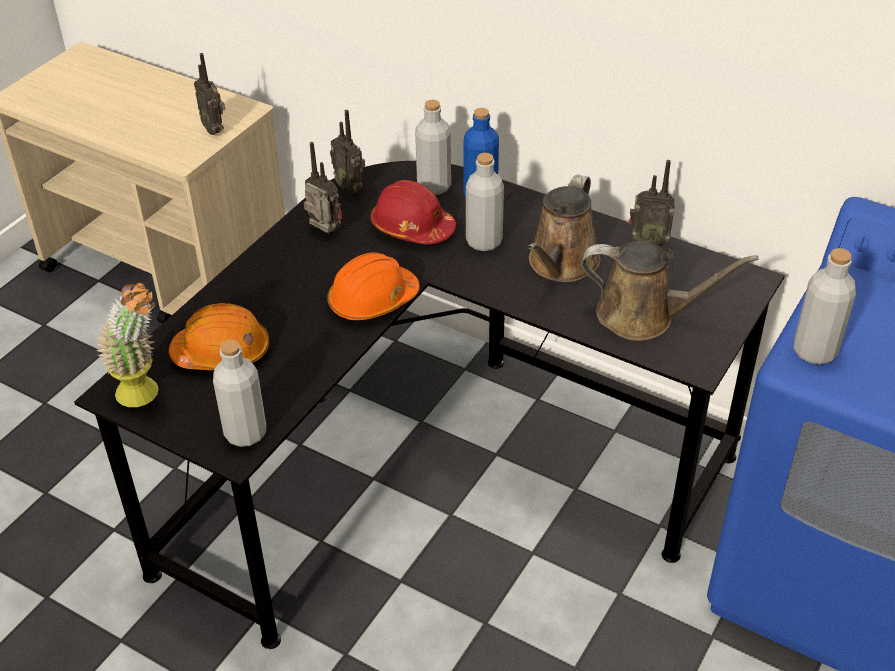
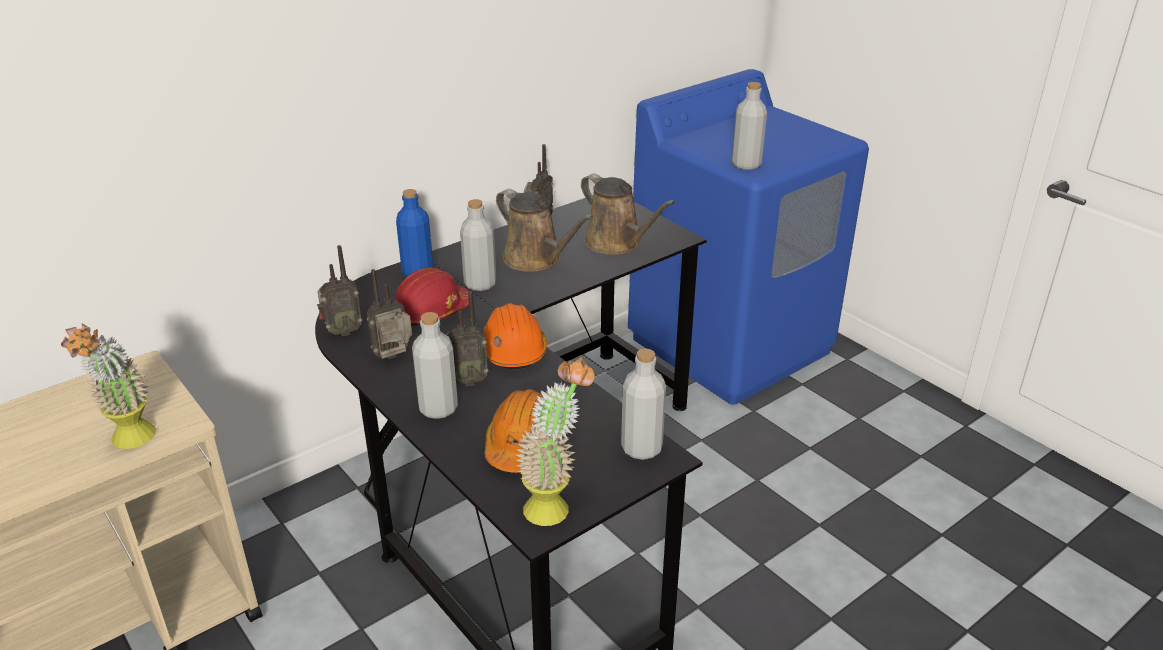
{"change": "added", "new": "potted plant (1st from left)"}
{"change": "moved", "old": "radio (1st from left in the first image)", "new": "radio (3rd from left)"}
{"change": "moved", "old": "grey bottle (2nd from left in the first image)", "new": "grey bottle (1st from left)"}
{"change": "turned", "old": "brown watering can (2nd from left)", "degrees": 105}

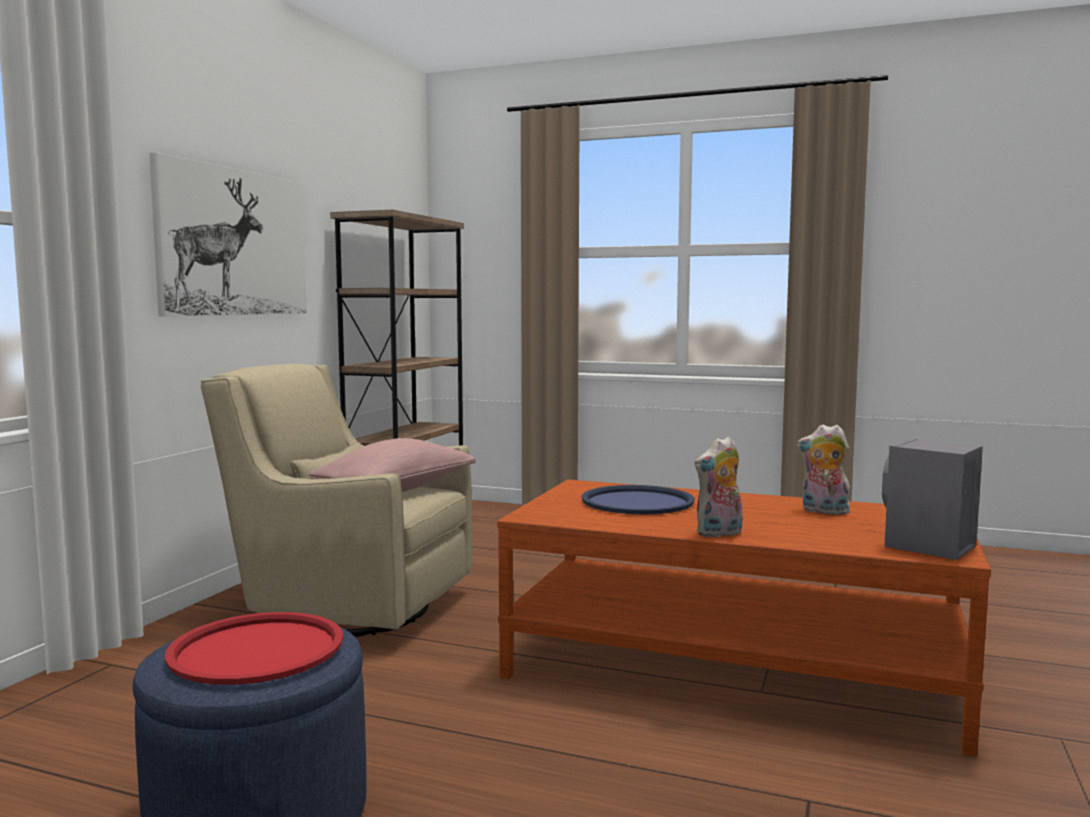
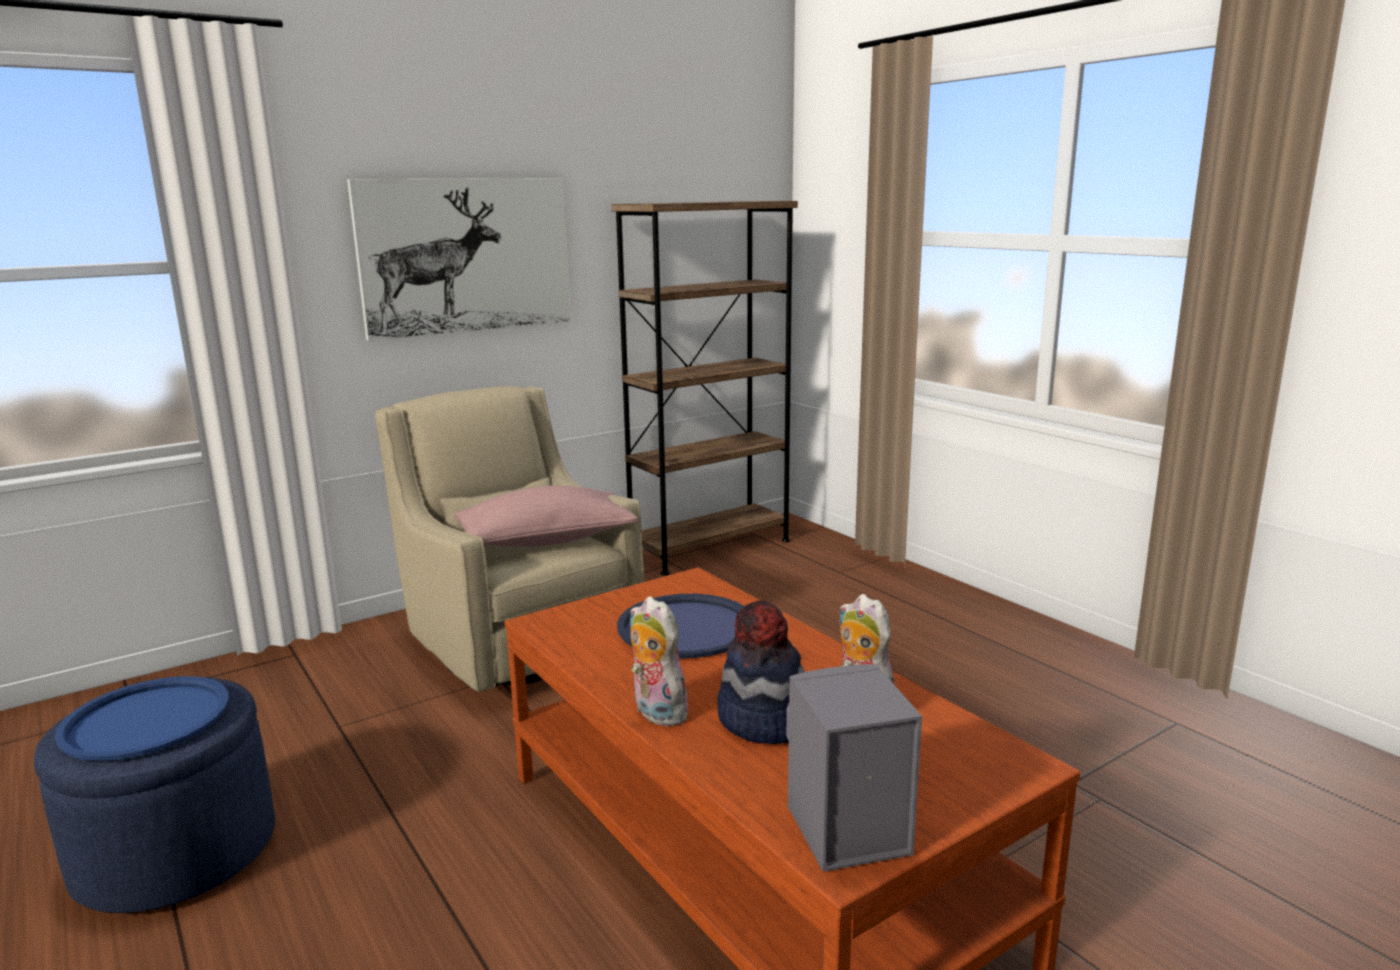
{"change": "added", "new": "hat"}
{"change": "recoloured", "old": "red tray", "new": "blue tray (1st from left)"}
{"change": "turned", "old": "plush toy (1st from left)", "degrees": 45}

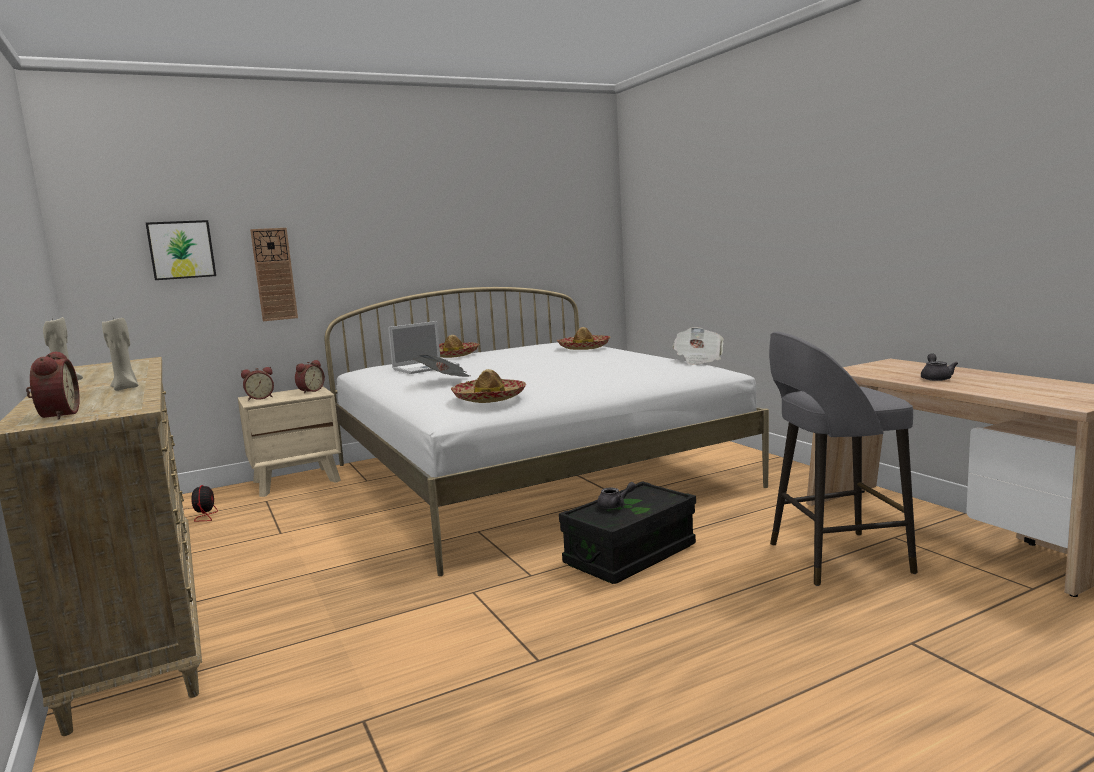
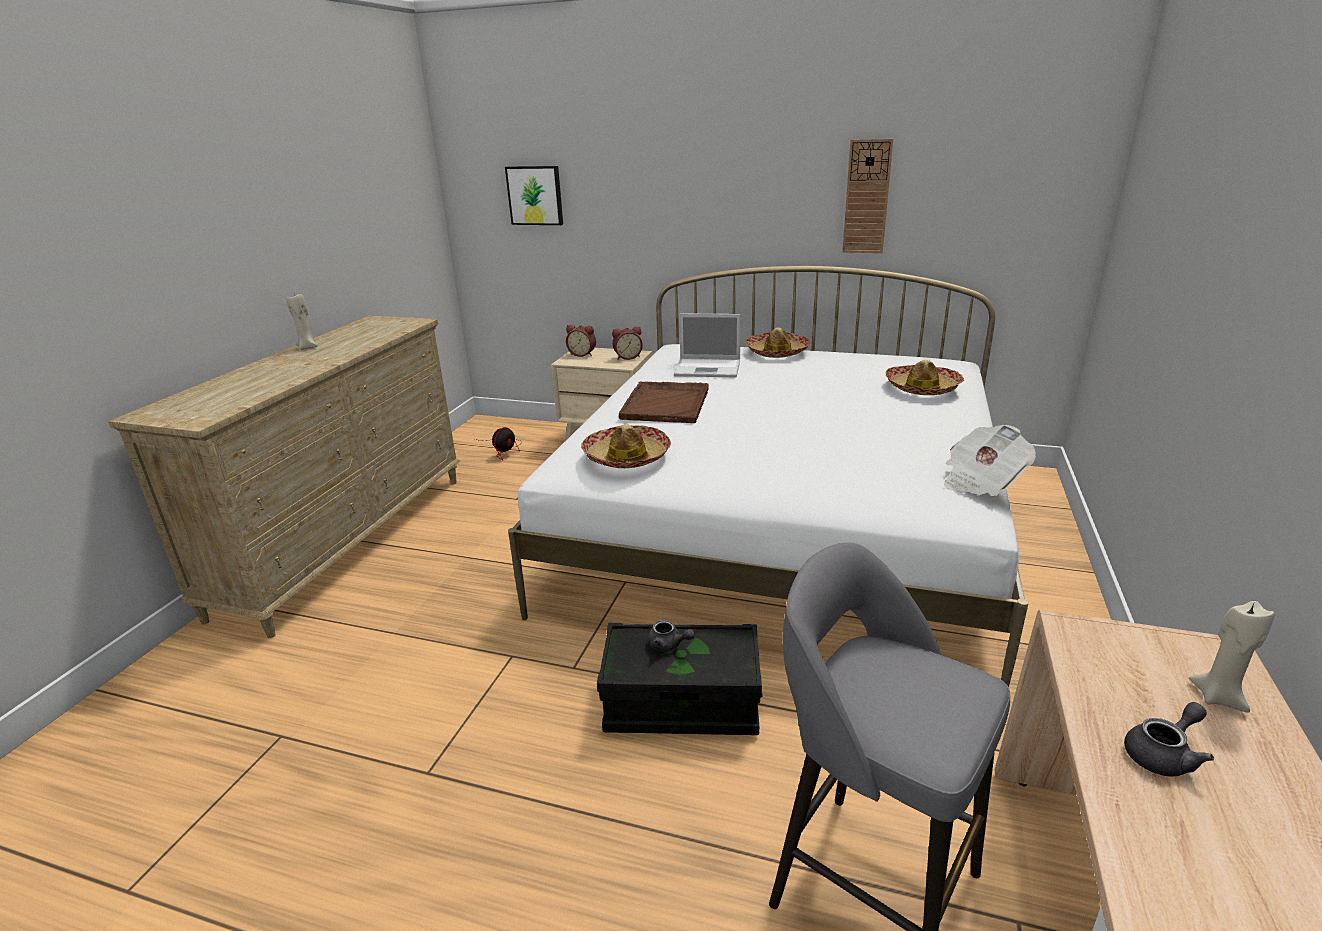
{"change": "removed", "old": "alarm clock (1st from left)"}
{"change": "moved", "old": "beige candle (2nd from left)"}
{"change": "moved", "old": "wall clock"}
{"change": "replaced", "old": "newspaper (1st from left)", "new": "brown tray"}

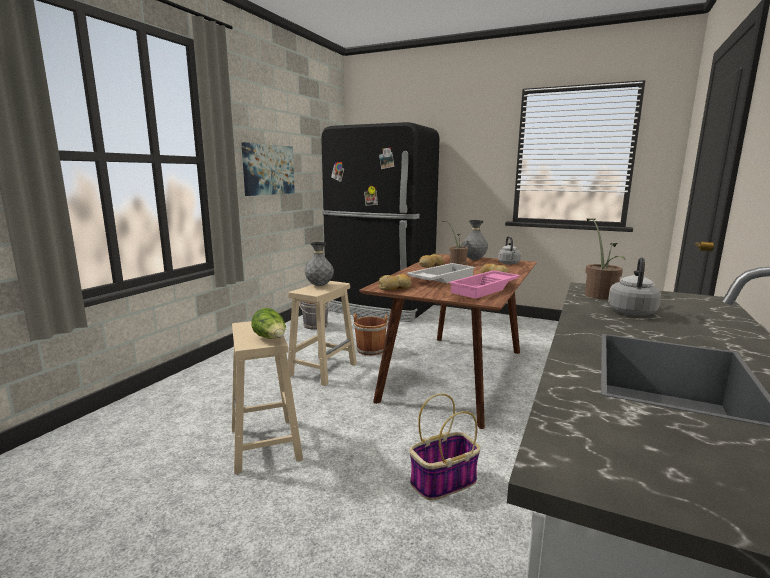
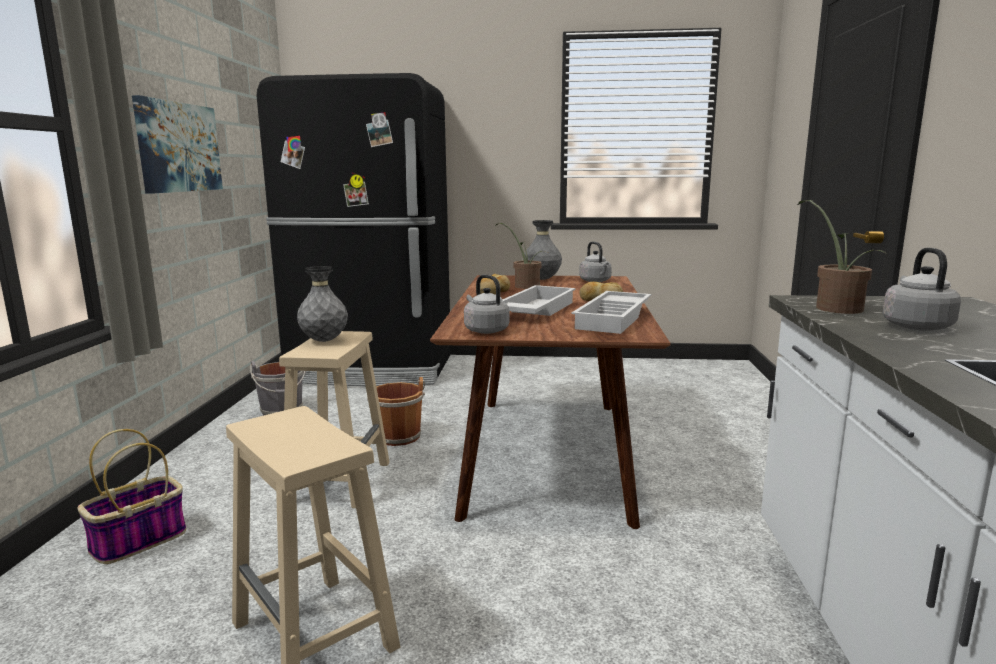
{"change": "removed", "old": "lettuce"}
{"change": "moved", "old": "basket"}
{"change": "replaced", "old": "bread (1st from left)", "new": "grey kettle (1st from left)"}
{"change": "recoloured", "old": "pink tray", "new": "white tray (2nd from left)"}

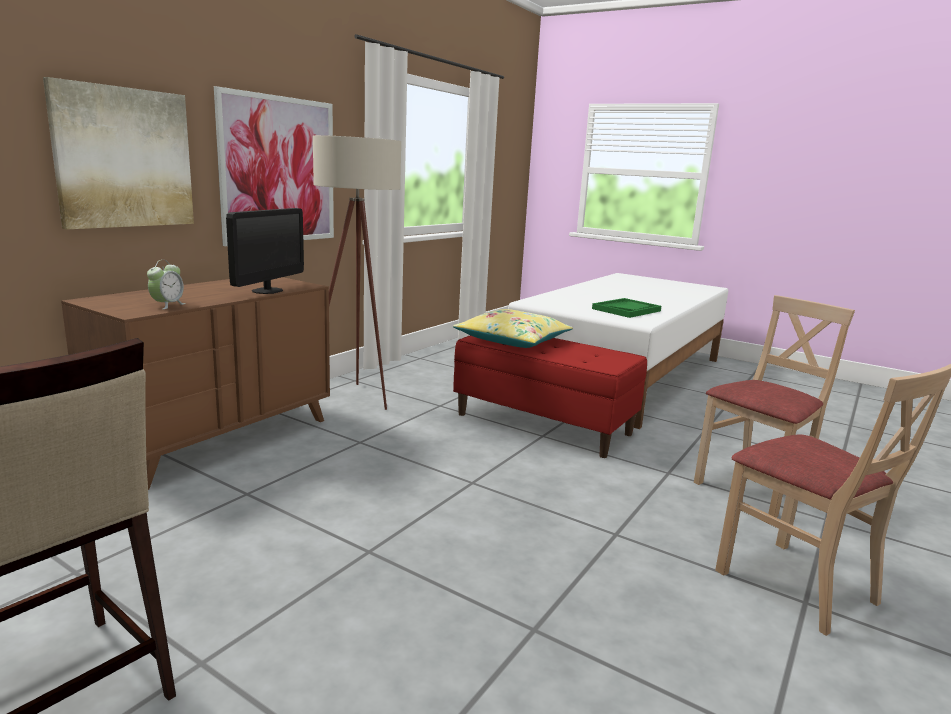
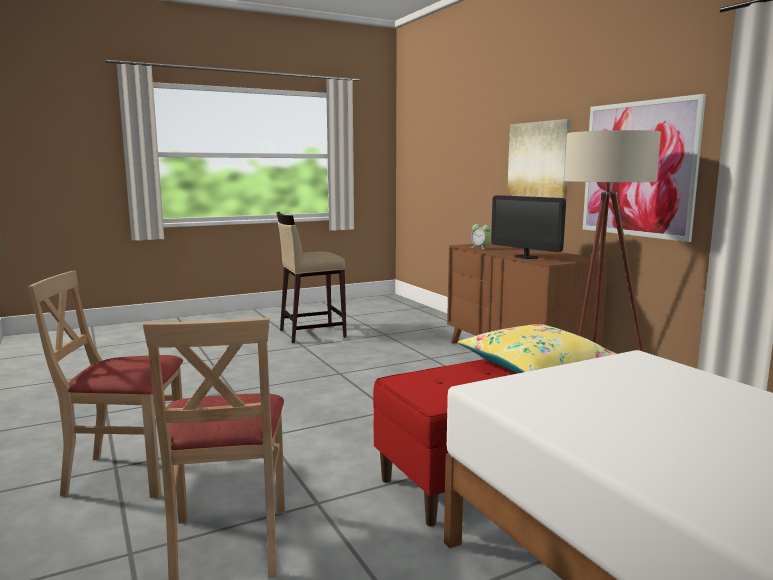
{"change": "removed", "old": "green tray"}

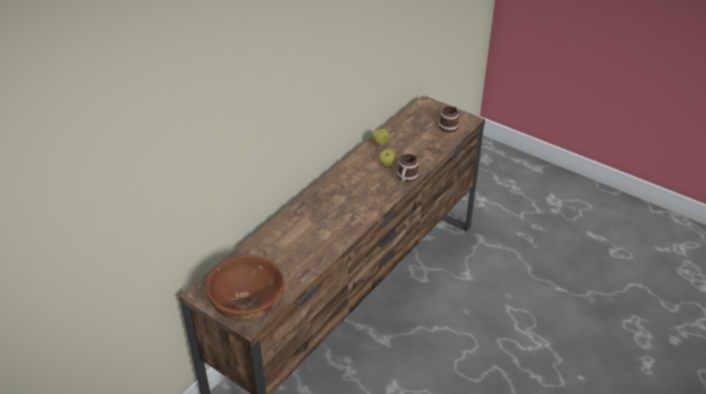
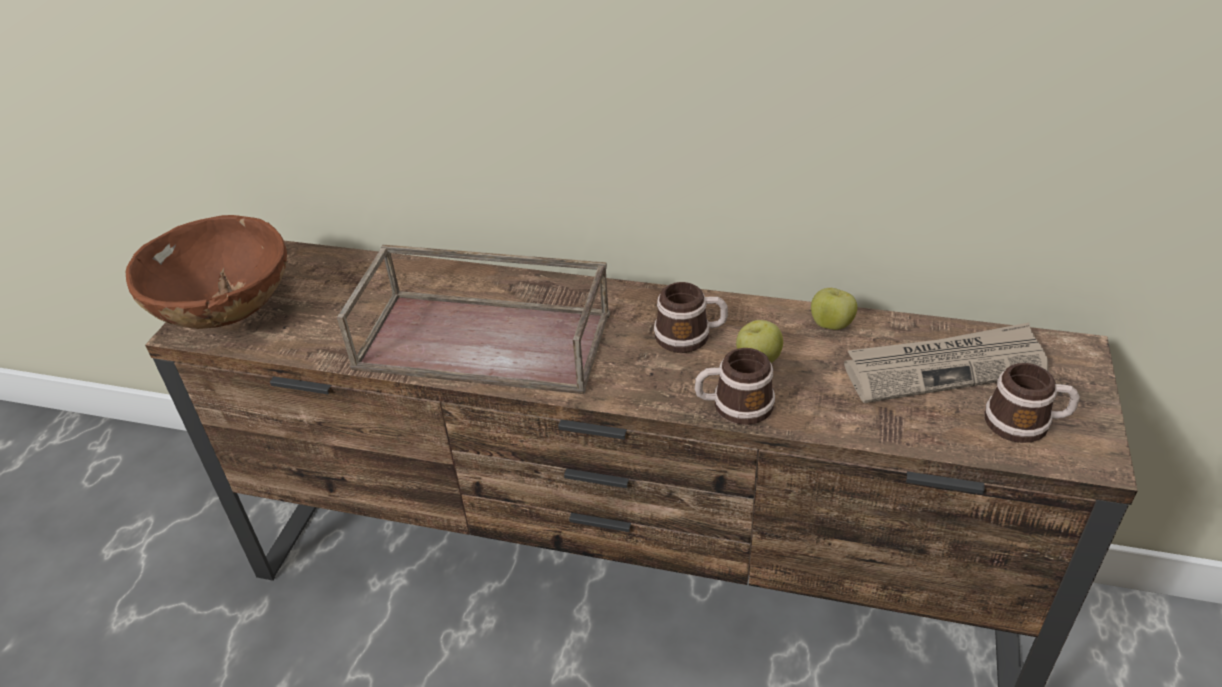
{"change": "added", "new": "brown tray"}
{"change": "added", "new": "mug (1st from left)"}
{"change": "added", "new": "newspaper"}

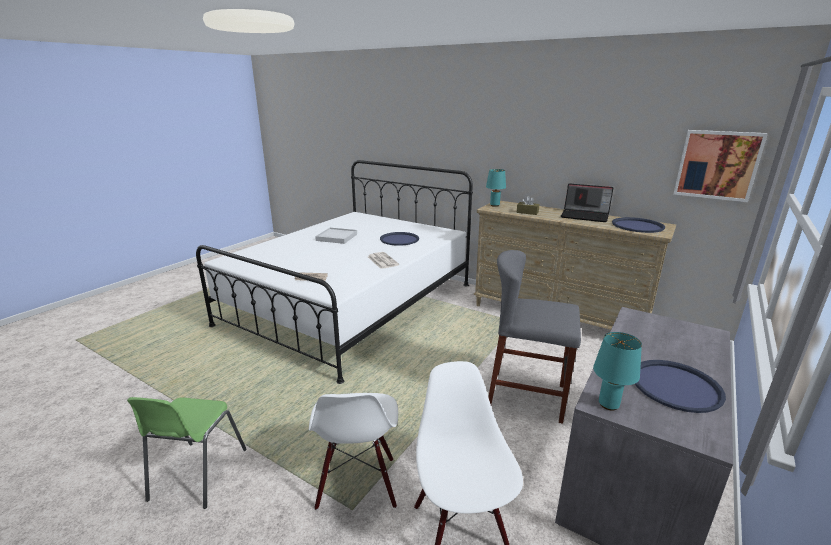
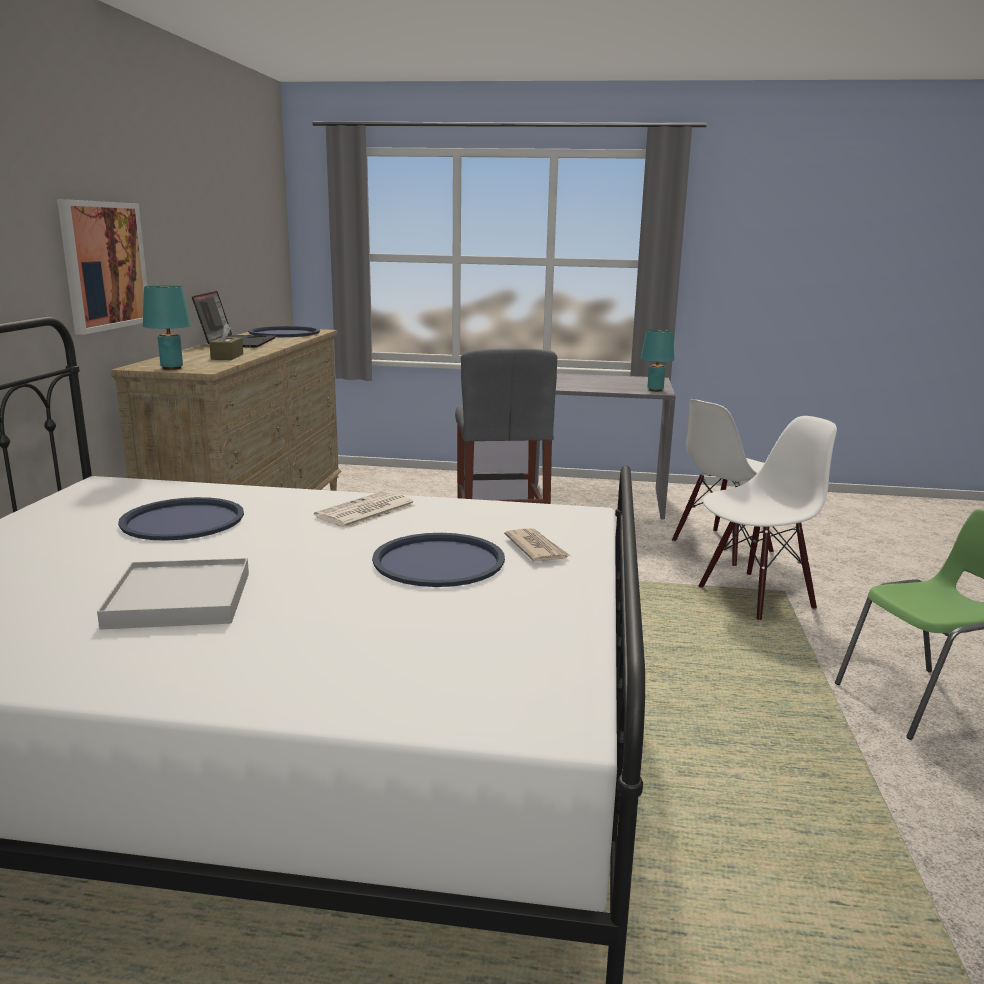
{"change": "moved", "old": "blue tray (3rd from left)"}
{"change": "moved", "old": "picture"}

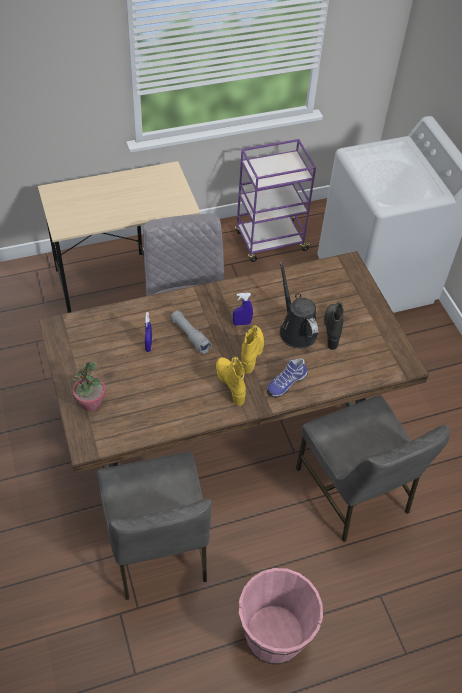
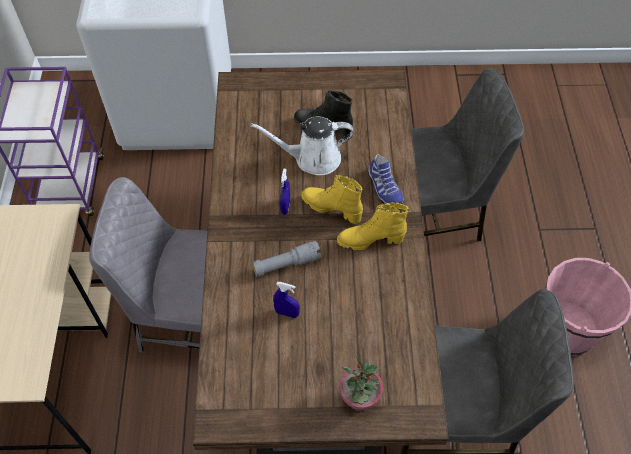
{"change": "recoloured", "old": "black watering can", "new": "white watering can"}

